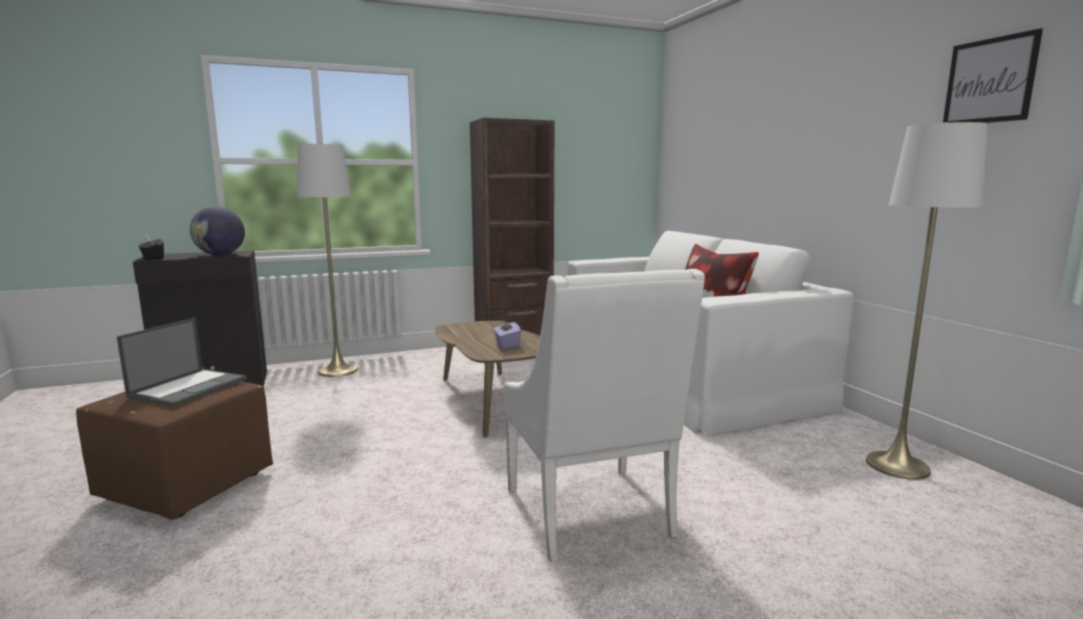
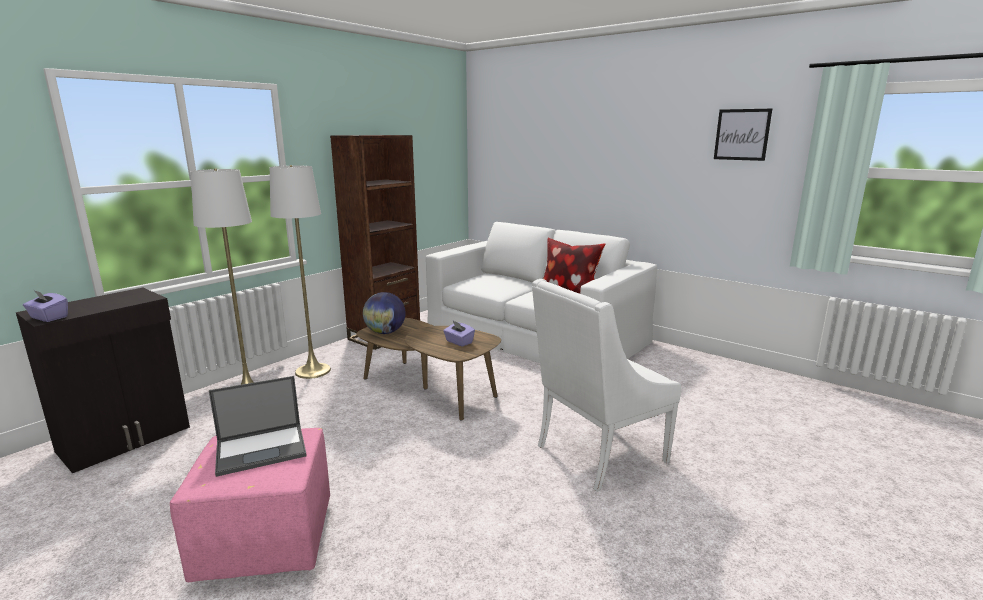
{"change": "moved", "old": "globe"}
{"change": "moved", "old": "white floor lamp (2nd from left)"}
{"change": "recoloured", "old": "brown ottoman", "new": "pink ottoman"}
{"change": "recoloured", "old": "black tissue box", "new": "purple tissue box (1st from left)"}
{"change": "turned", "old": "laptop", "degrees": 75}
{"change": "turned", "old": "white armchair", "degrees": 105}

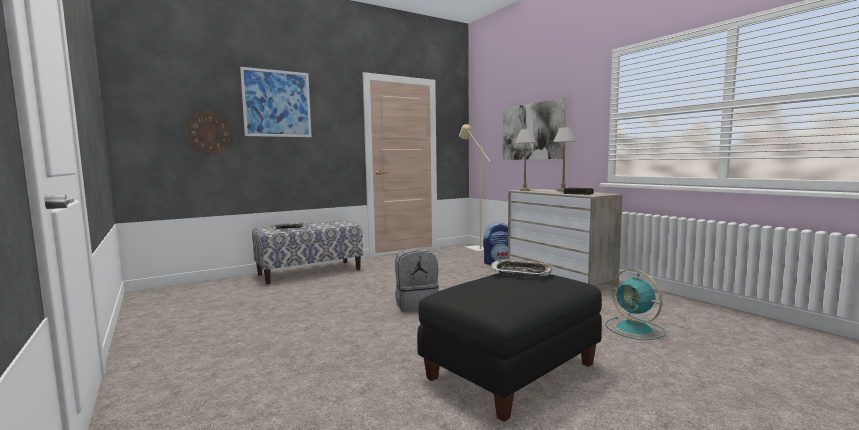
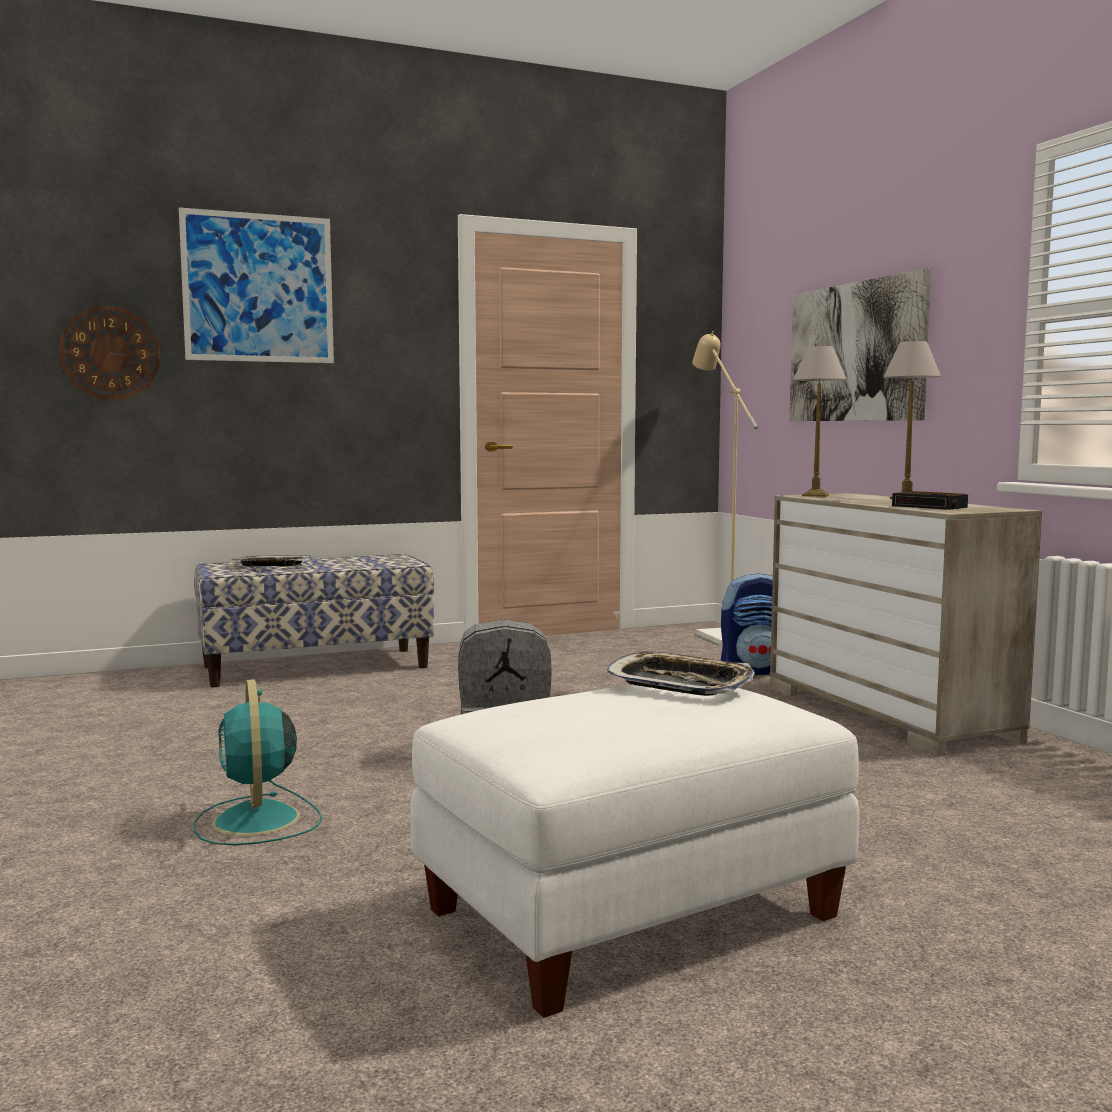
{"change": "moved", "old": "turquoise fan"}
{"change": "recoloured", "old": "black ottoman", "new": "white ottoman"}

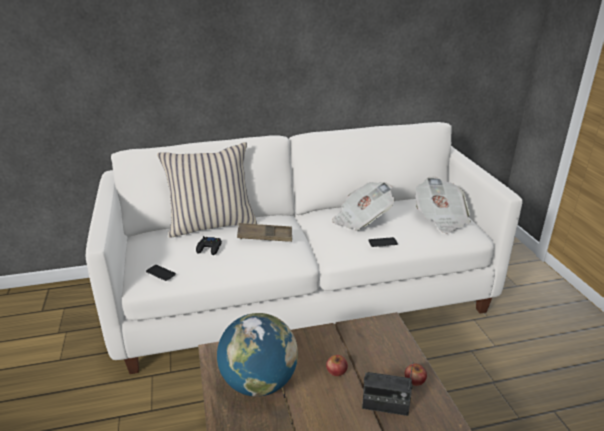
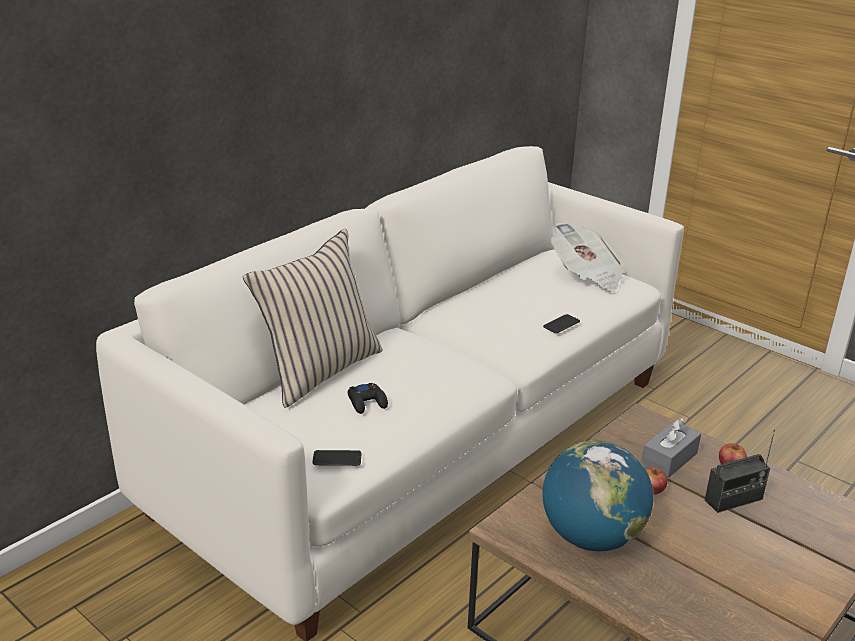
{"change": "removed", "old": "brown tray"}
{"change": "removed", "old": "newspaper (1st from left)"}
{"change": "added", "new": "grey tissue box"}

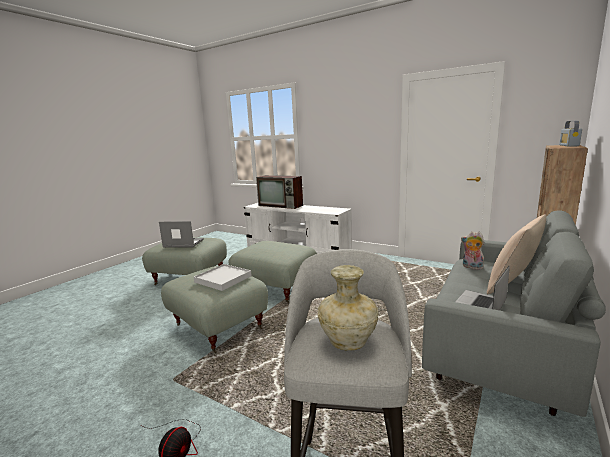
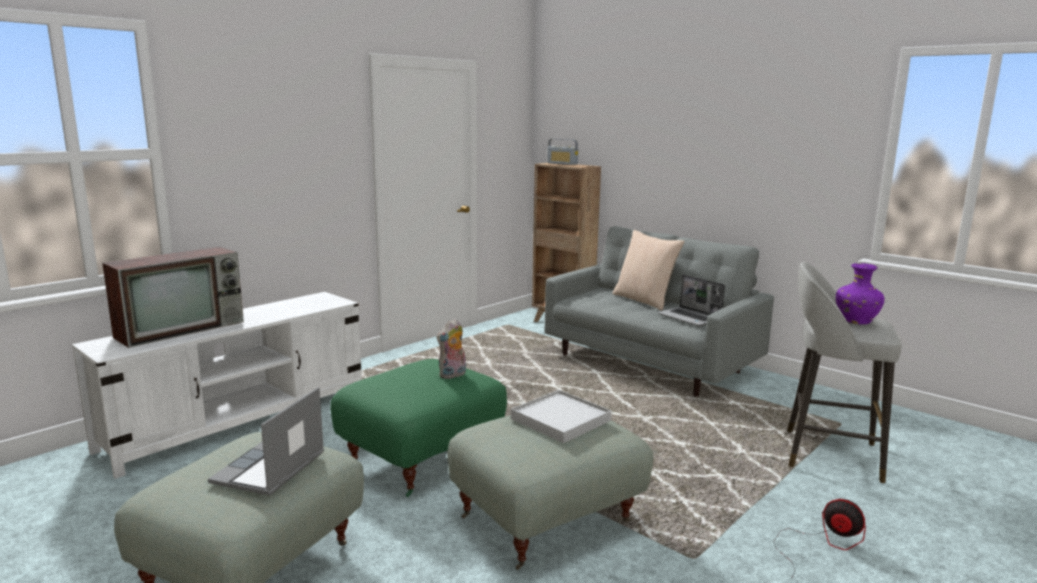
{"change": "moved", "old": "plush toy"}
{"change": "recoloured", "old": "grey ottoman (3rd from left)", "new": "green ottoman"}
{"change": "recoloured", "old": "beige vase", "new": "purple vase"}

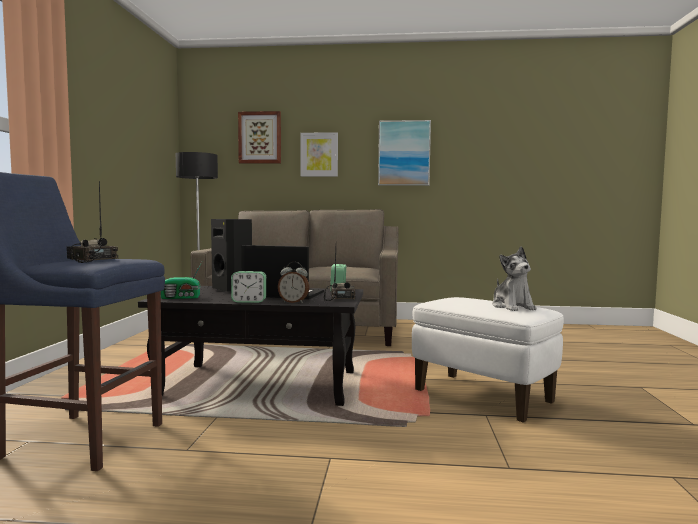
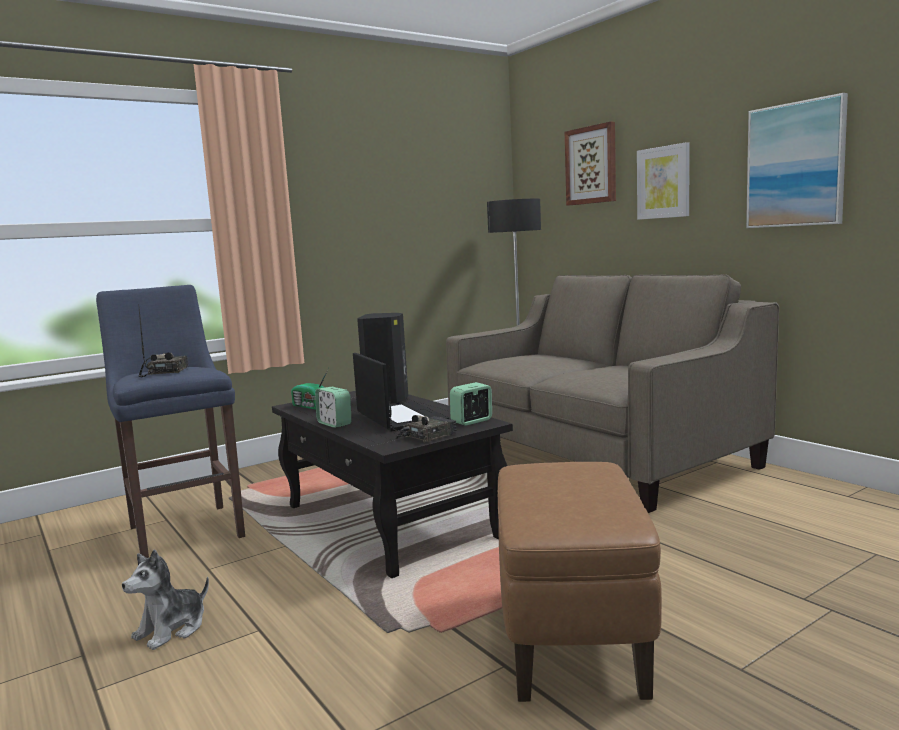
{"change": "removed", "old": "alarm clock (2nd from left)"}
{"change": "moved", "old": "plush toy"}
{"change": "recoloured", "old": "white ottoman", "new": "brown ottoman"}

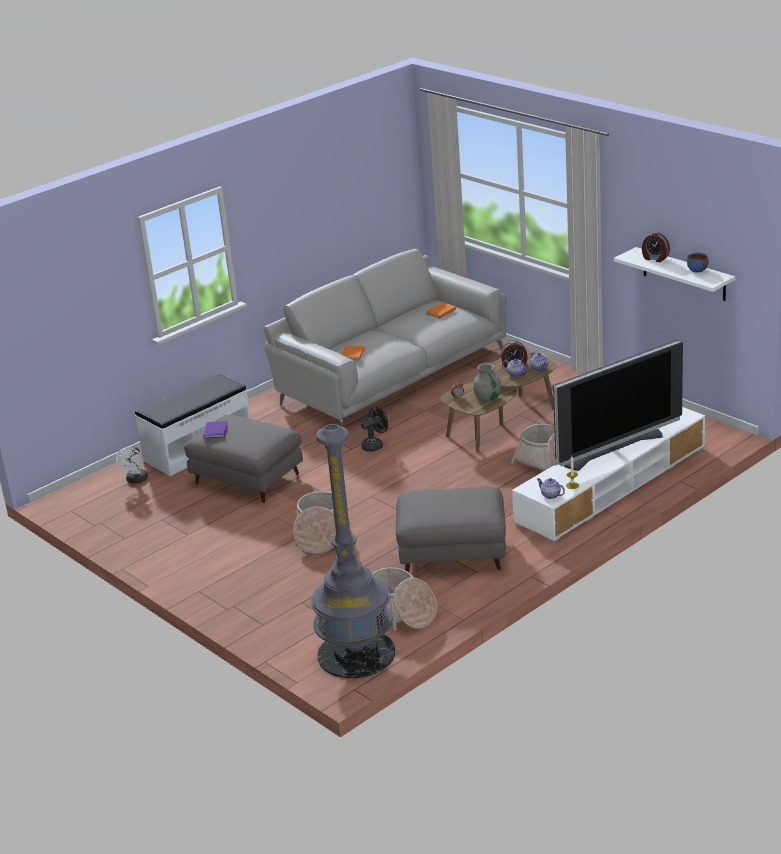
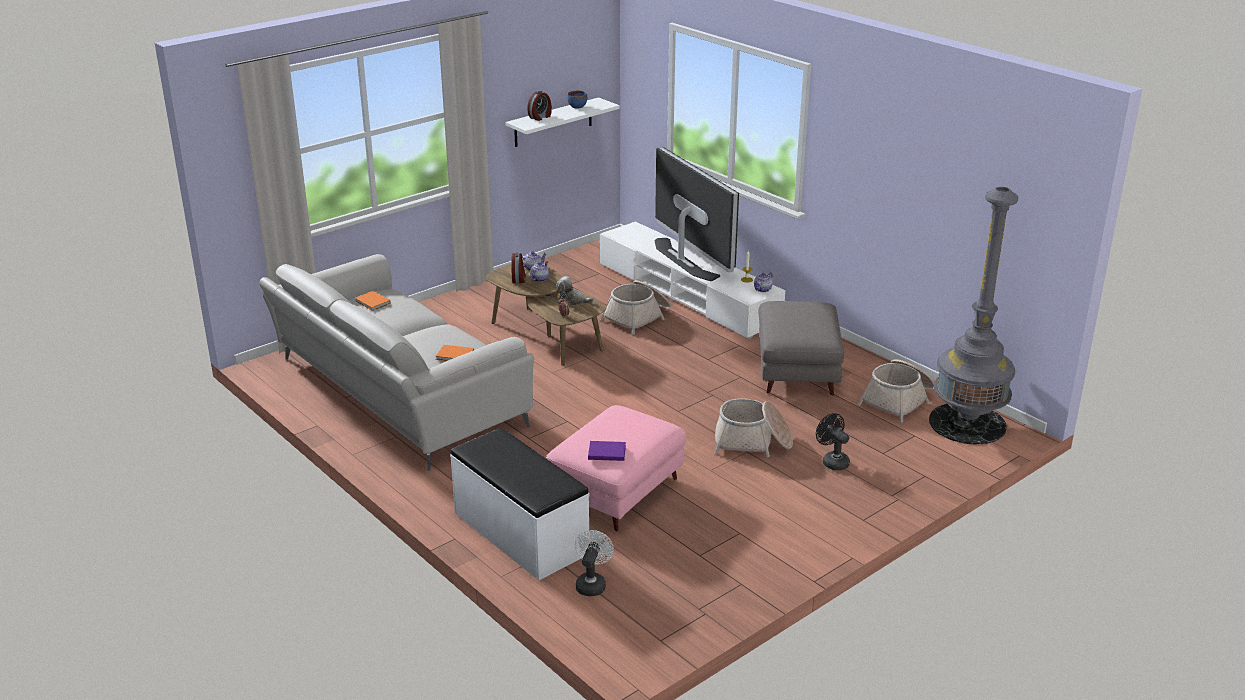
{"change": "moved", "old": "black fan"}
{"change": "replaced", "old": "grey vase", "new": "plush toy"}
{"change": "recoloured", "old": "grey ottoman (1st from left)", "new": "pink ottoman"}
{"change": "turned", "old": "white fan", "degrees": -90}

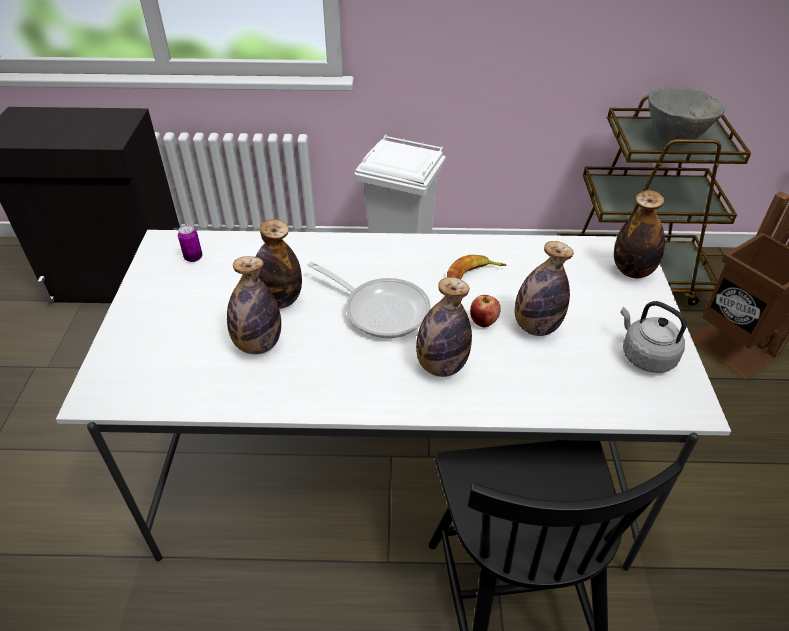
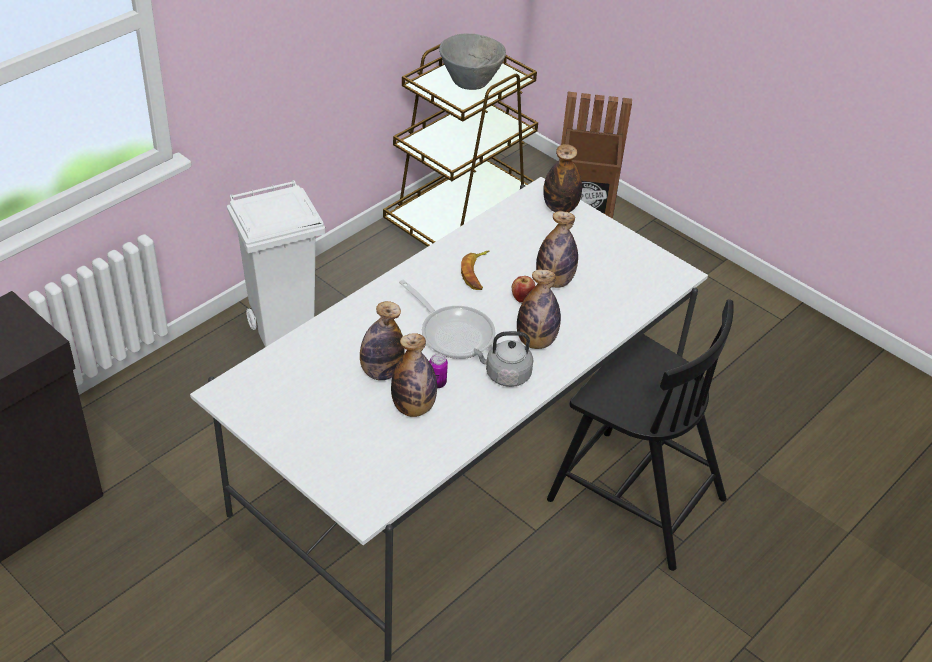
{"change": "moved", "old": "can"}
{"change": "moved", "old": "grey kettle"}
{"change": "turned", "old": "frying pan", "degrees": 60}

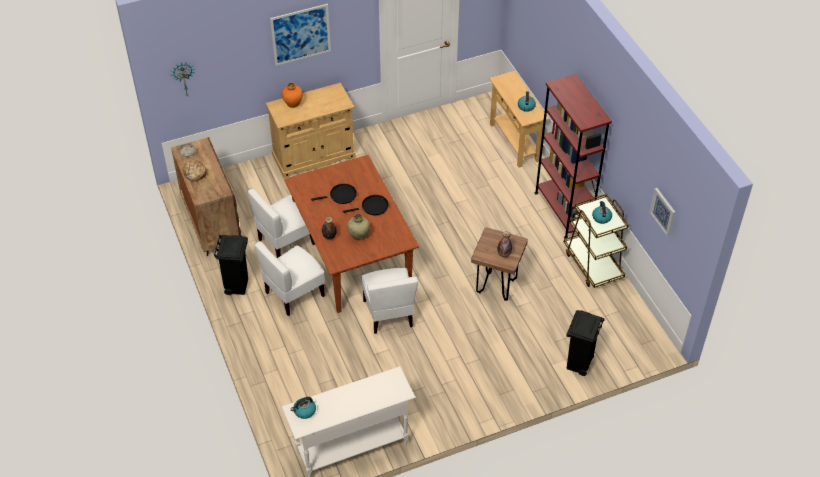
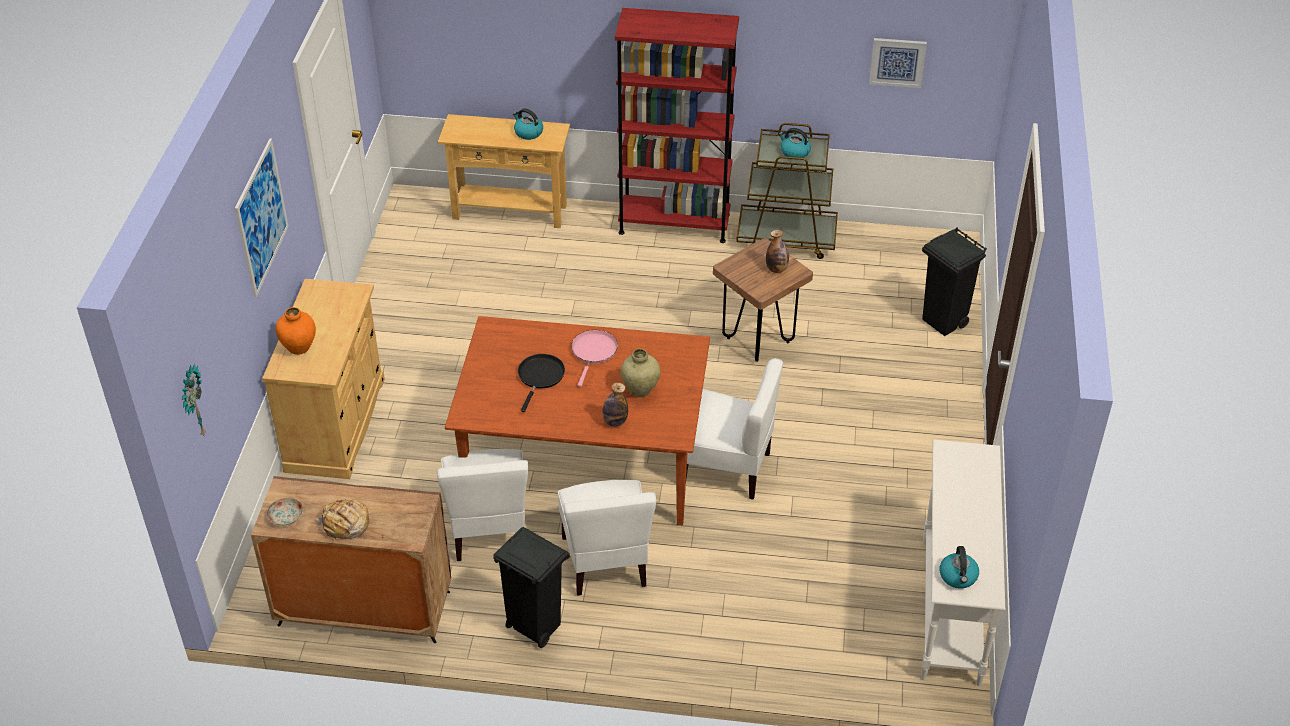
{"change": "recoloured", "old": "black frying pan (2nd from left)", "new": "pink frying pan"}

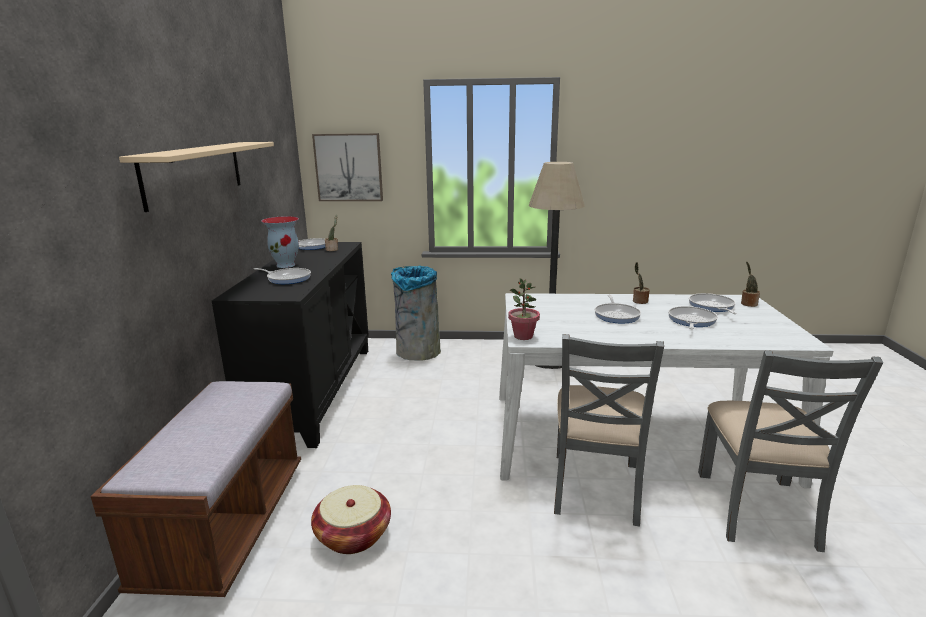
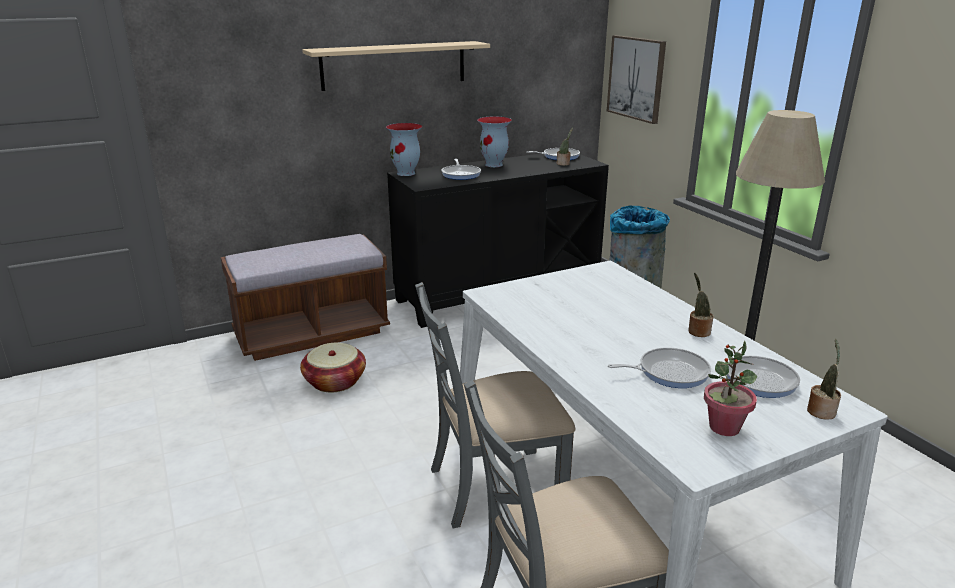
{"change": "removed", "old": "frying pan (3rd from left)"}
{"change": "added", "new": "vase (1st from left)"}
{"change": "moved", "old": "potted plant (2nd from left in the first image)", "new": "potted plant (3rd from left)"}

